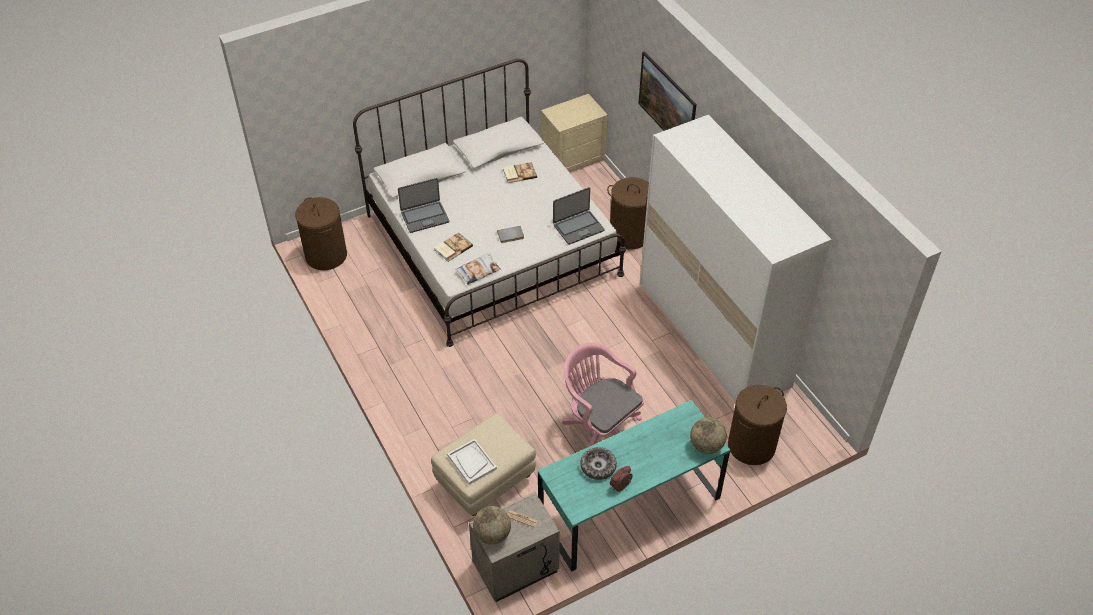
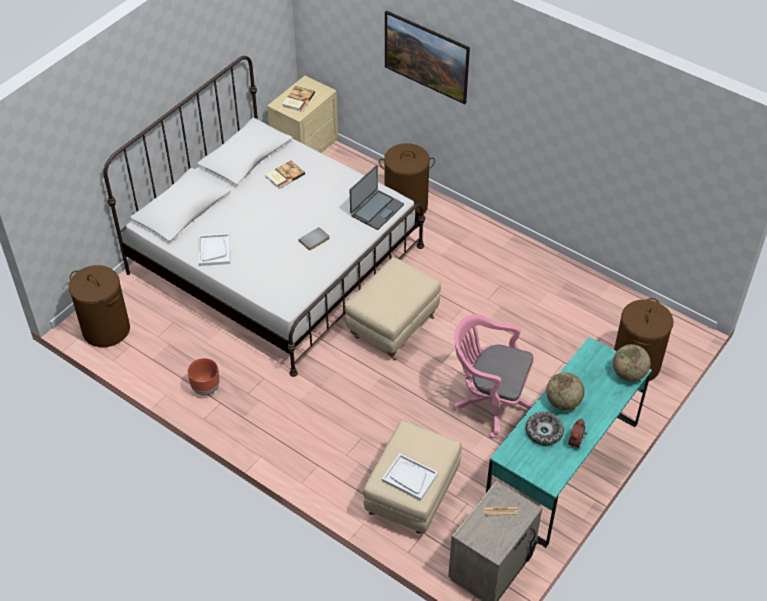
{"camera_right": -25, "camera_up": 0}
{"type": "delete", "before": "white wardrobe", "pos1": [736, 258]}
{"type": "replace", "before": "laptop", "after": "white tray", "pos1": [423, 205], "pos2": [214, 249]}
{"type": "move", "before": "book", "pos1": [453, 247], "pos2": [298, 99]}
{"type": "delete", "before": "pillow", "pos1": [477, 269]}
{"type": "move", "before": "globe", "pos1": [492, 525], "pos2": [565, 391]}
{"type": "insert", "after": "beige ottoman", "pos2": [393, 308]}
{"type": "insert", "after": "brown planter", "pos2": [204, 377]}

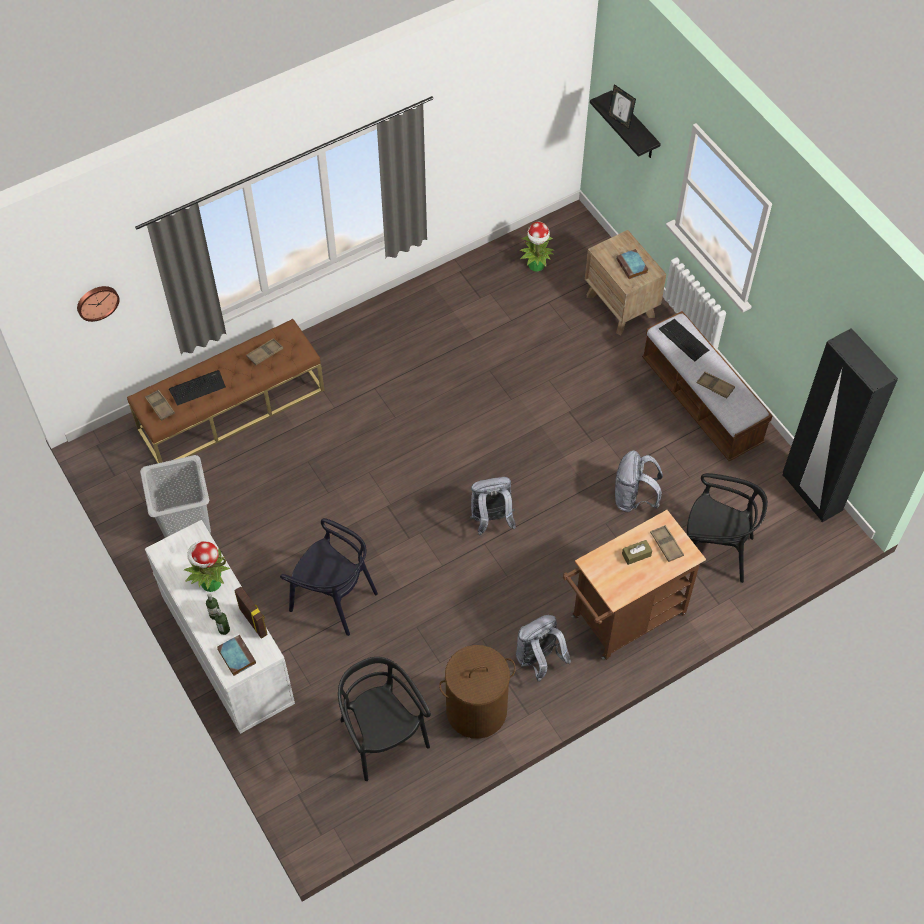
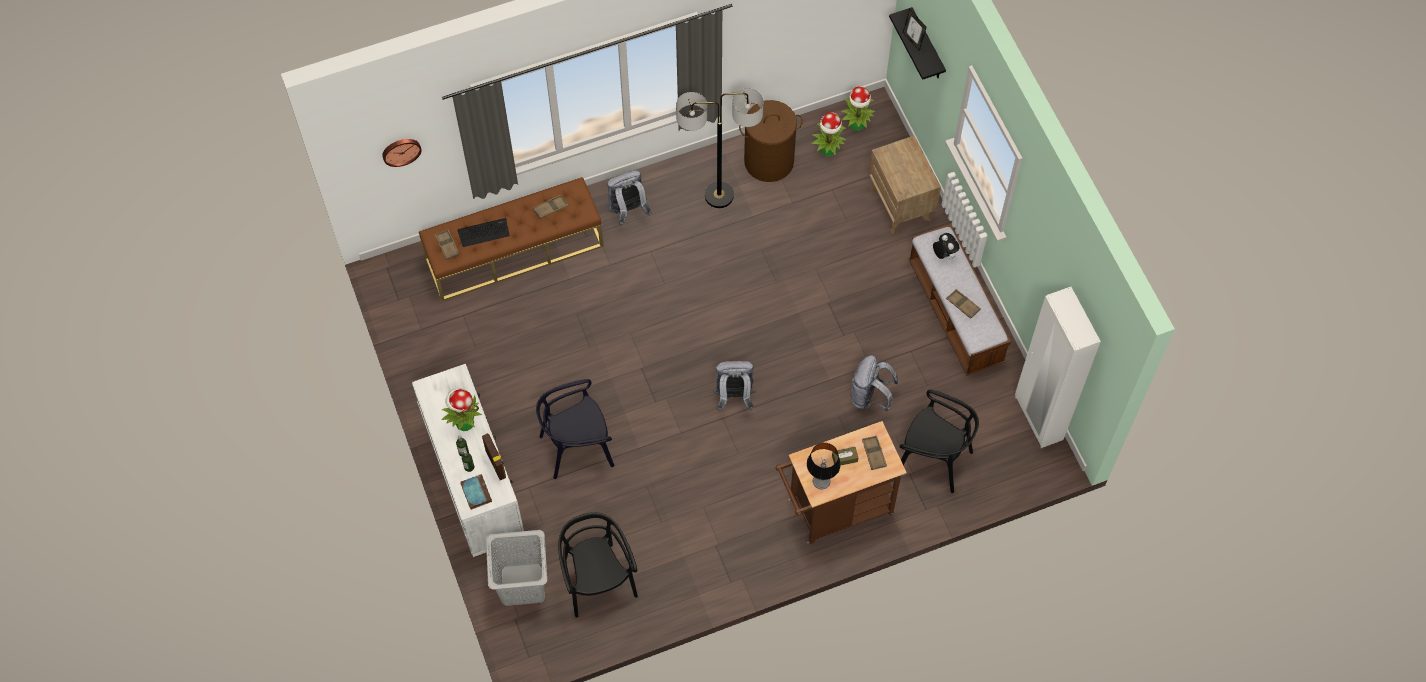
{"camera_right": 10, "camera_up": 5}
{"type": "delete", "before": "book", "pos1": [632, 264]}
{"type": "replace", "before": "keyboard", "after": "plush toy", "pos1": [683, 340], "pos2": [946, 246]}
{"type": "recolor", "before": "black wardrobe", "after": "white wardrobe", "pos1": [840, 425], "pos2": [1058, 367]}
{"type": "move", "before": "grey laundry basket", "pos1": [175, 496], "pos2": [516, 568]}
{"type": "rotate", "before": "black chair", "pos1": [329, 577], "pos2": [575, 429], "turn": 120}
{"type": "move", "before": "grey backpack", "pos1": [543, 648], "pos2": [629, 197]}
{"type": "move", "before": "brown laundry basket", "pos1": [477, 692], "pos2": [771, 141]}
{"type": "insert", "after": "potted plant", "pos2": [858, 108]}
{"type": "insert", "after": "floor lamp", "pos2": [719, 148]}
{"type": "insert", "after": "table lamp", "pos2": [824, 466]}

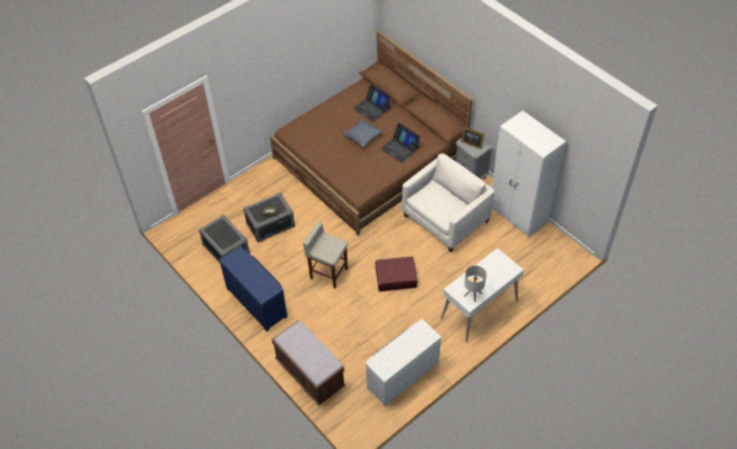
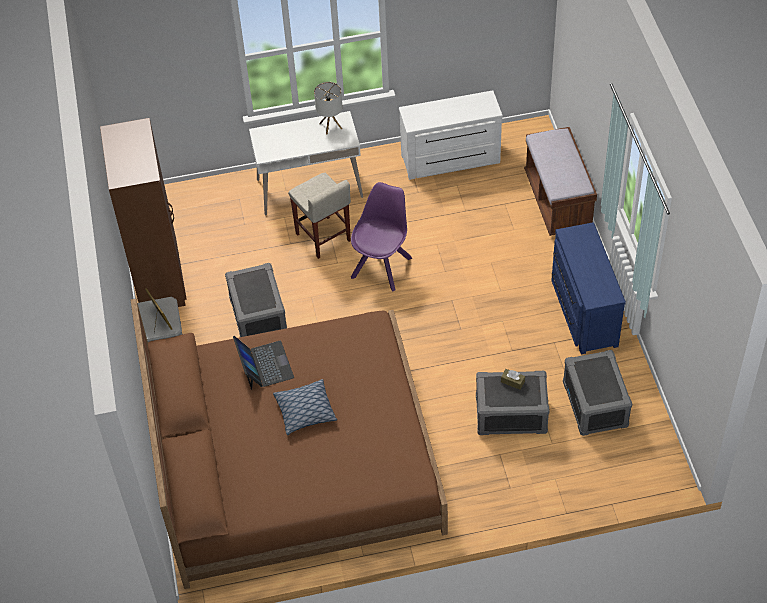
{"camera_right": -150, "camera_up": 0}
{"type": "delete", "before": "laptop", "pos1": [372, 103]}
{"type": "recolor", "before": "white wardrobe", "after": "brown wardrobe", "pos1": [529, 174], "pos2": [143, 212]}
{"type": "replace", "before": "white armchair", "after": "grey storage box", "pos1": [448, 202], "pos2": [256, 300]}
{"type": "move", "before": "beige stool", "pos1": [325, 255], "pos2": [319, 216]}
{"type": "replace", "before": "red suitcase", "after": "purple chair", "pos1": [396, 273], "pos2": [381, 237]}

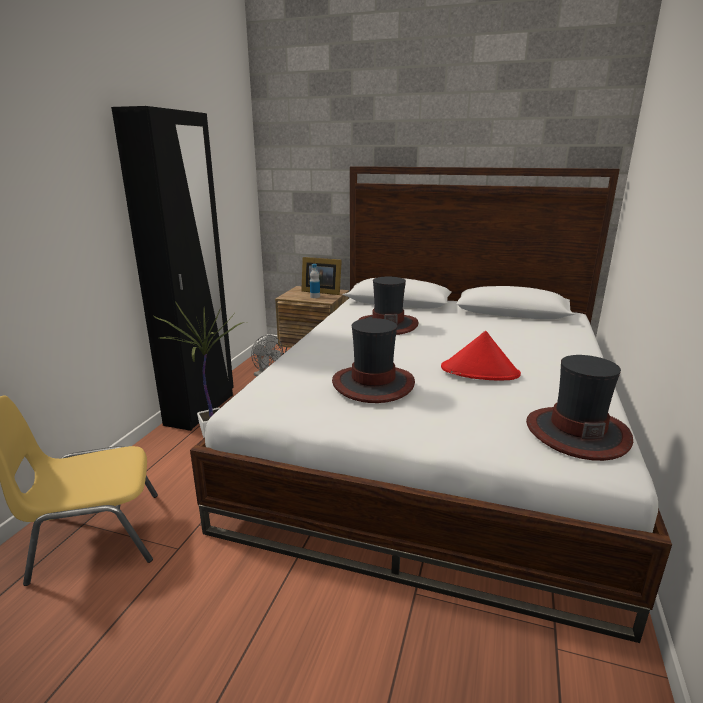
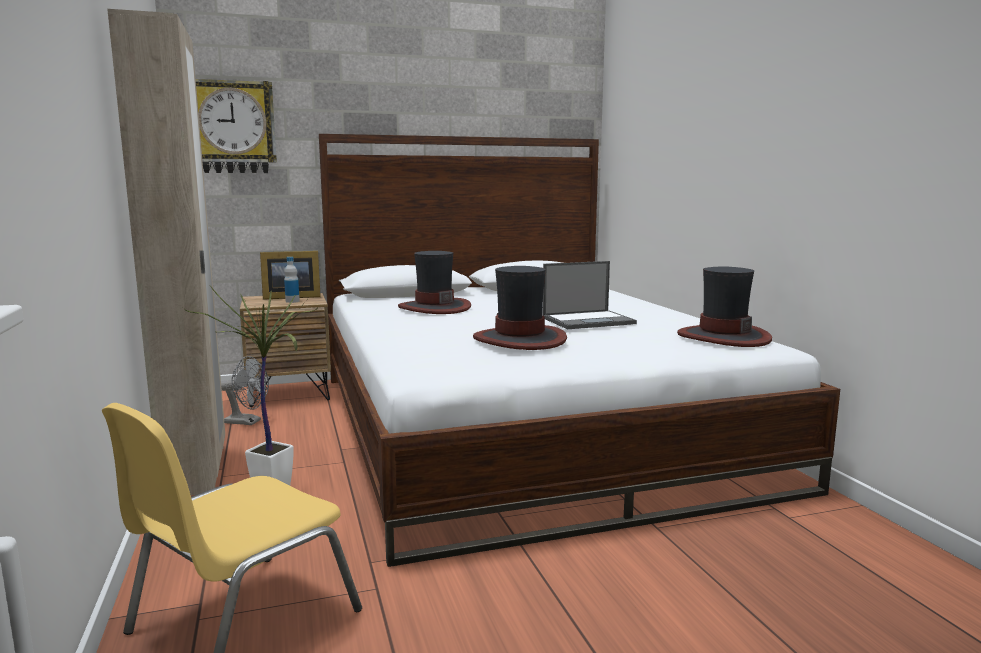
{"camera_right": -35, "camera_up": -10}
{"type": "recolor", "before": "black wardrobe", "after": "beige wardrobe", "pos1": [172, 268], "pos2": [166, 252]}
{"type": "replace", "before": "red hat", "after": "laptop", "pos1": [481, 355], "pos2": [590, 295]}
{"type": "insert", "after": "wall clock", "pos2": [236, 126]}

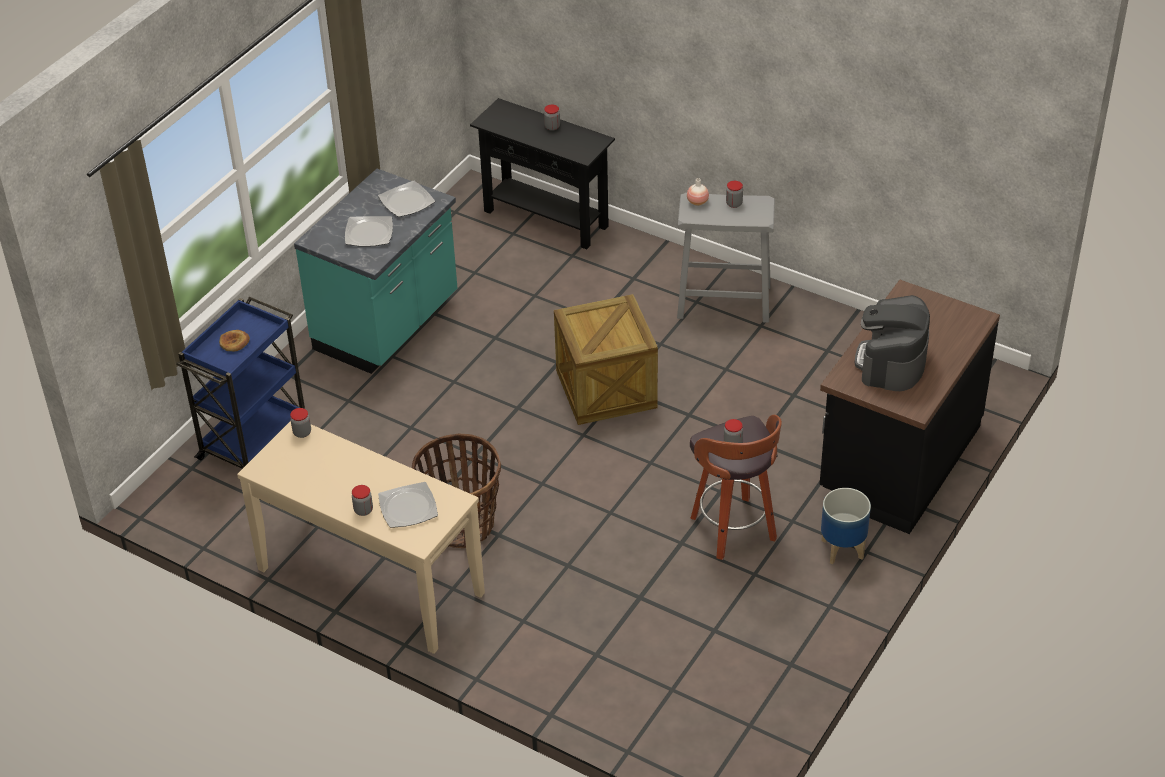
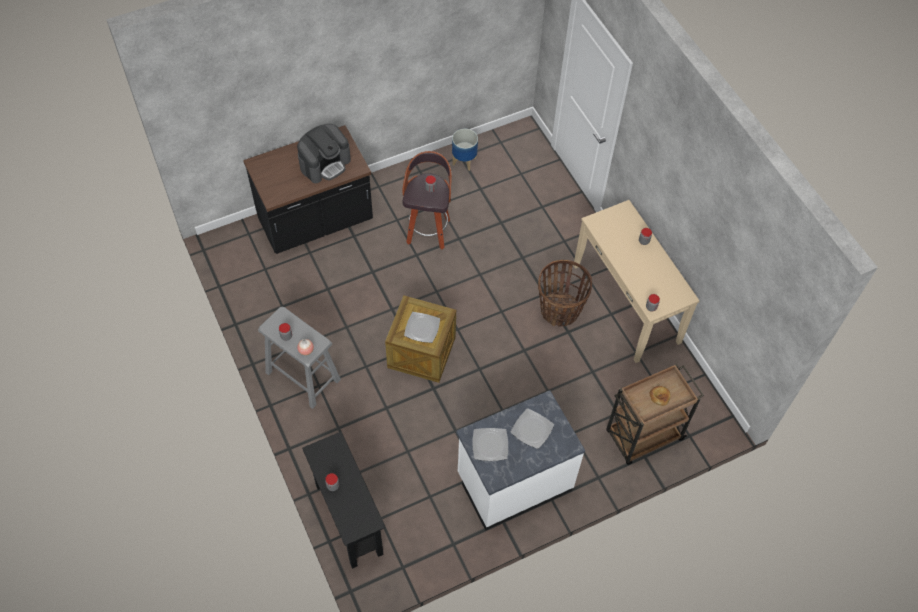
{"camera_right": -150, "camera_up": 15}
{"type": "recolor", "before": "turquoise counter", "after": "white counter", "pos1": [375, 271], "pos2": [520, 460]}
{"type": "recolor", "before": "blue cart", "after": "brown cart", "pos1": [240, 383], "pos2": [655, 414]}
{"type": "move", "before": "plate", "pos1": [408, 505], "pos2": [422, 327]}
{"type": "move", "before": "planter", "pos1": [846, 526], "pos2": [465, 150]}

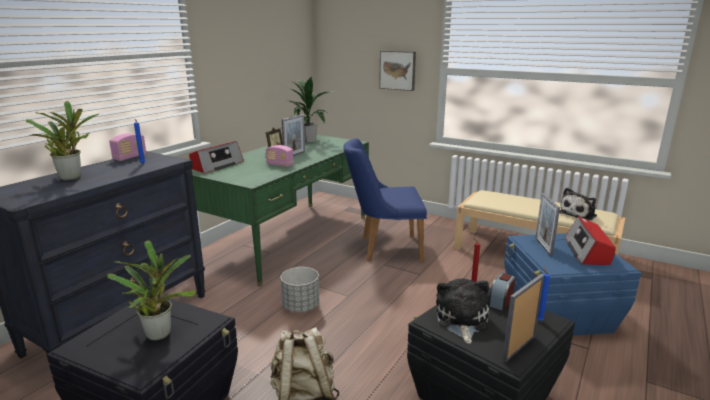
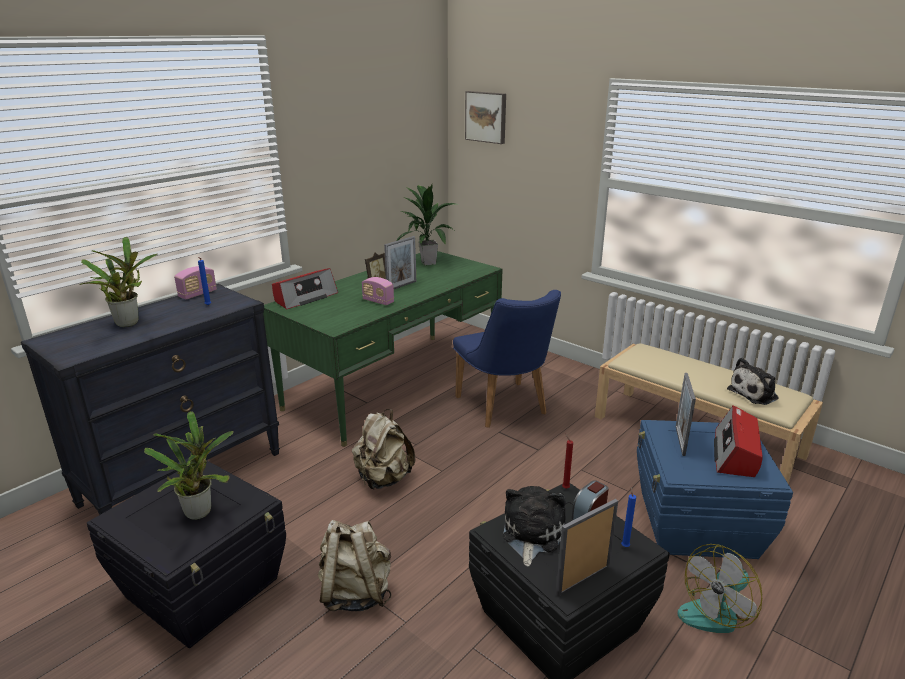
{"camera_right": 10, "camera_up": 5}
{"type": "move", "before": "picture", "pos1": [397, 71], "pos2": [485, 117]}
{"type": "rotate", "before": "blue chair", "pos1": [385, 200], "pos2": [507, 359], "turn": -120}
{"type": "replace", "before": "grey planter", "after": "beige backpack", "pos1": [299, 289], "pos2": [383, 449]}
{"type": "insert", "after": "fan", "pos2": [719, 588]}

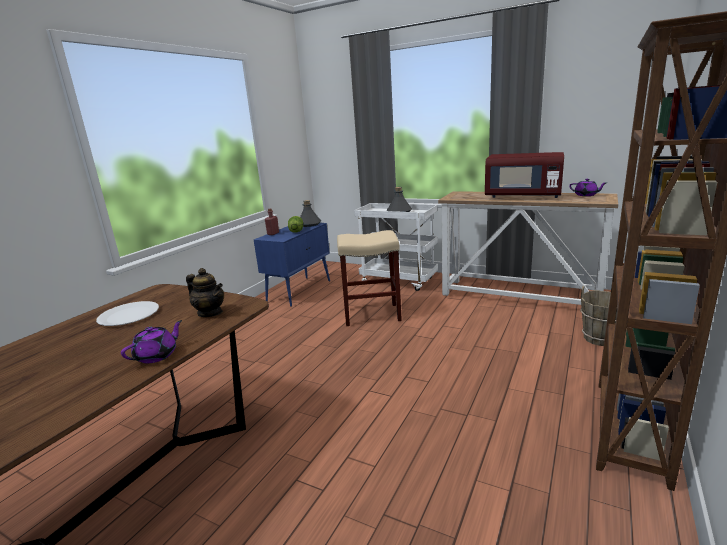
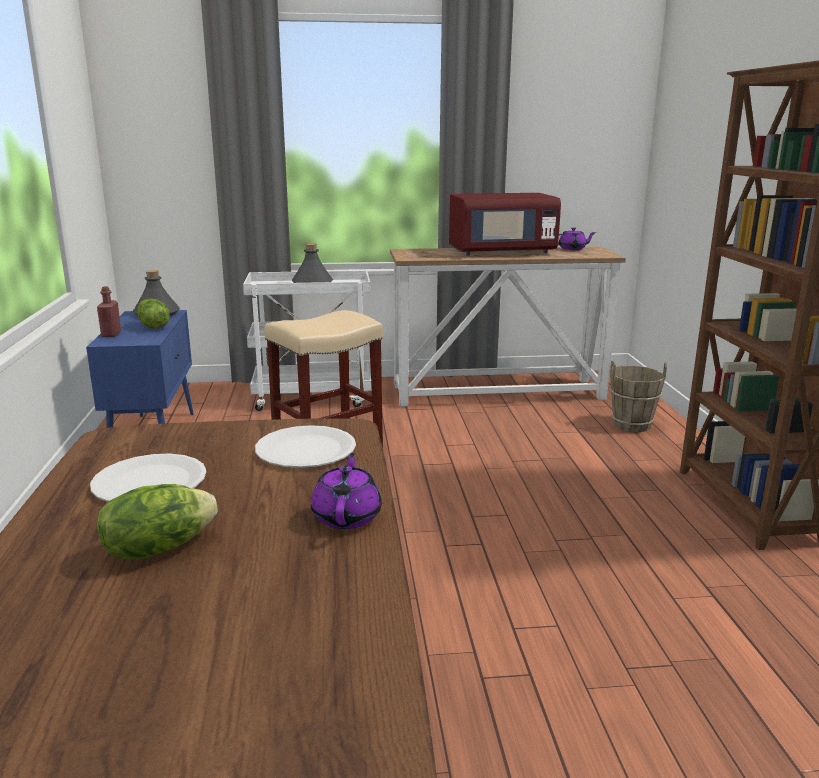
{"camera_right": -35, "camera_up": 0}
{"type": "replace", "before": "teapot", "after": "white plate", "pos1": [205, 292], "pos2": [305, 446]}
{"type": "insert", "after": "lettuce", "pos2": [157, 521]}

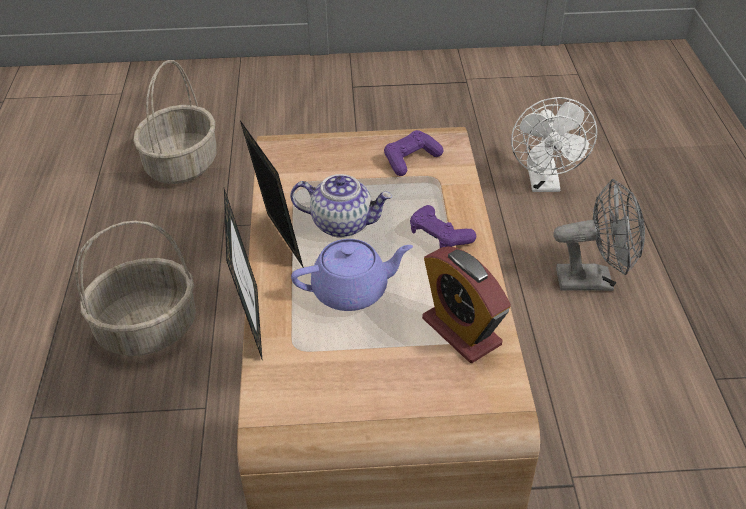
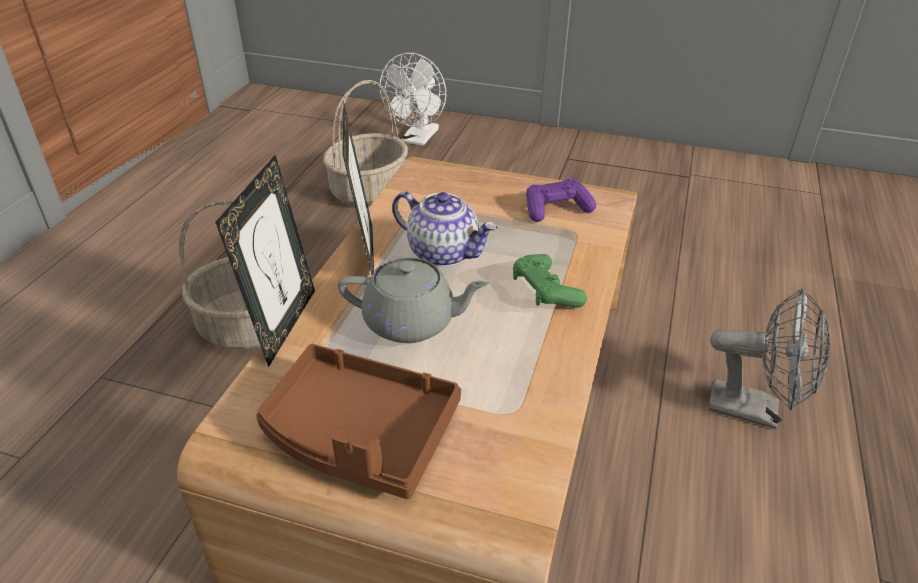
{"camera_right": 20, "camera_up": -5}
{"type": "move", "before": "white fan", "pos1": [554, 144], "pos2": [413, 99]}
{"type": "recolor", "before": "purple game controller", "after": "green game controller", "pos1": [443, 226], "pos2": [550, 281]}
{"type": "recolor", "before": "purple teapot", "after": "grey teapot", "pos1": [352, 275], "pos2": [413, 300]}
{"type": "delete", "before": "alarm clock", "pos1": [466, 304]}
{"type": "insert", "after": "brown tray", "pos2": [358, 421]}

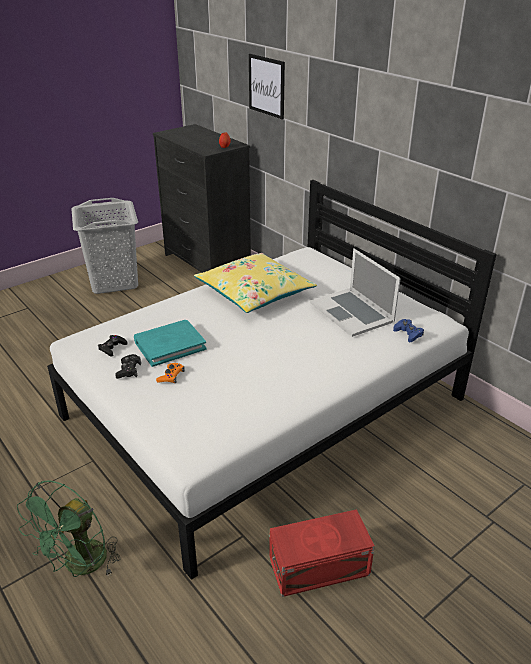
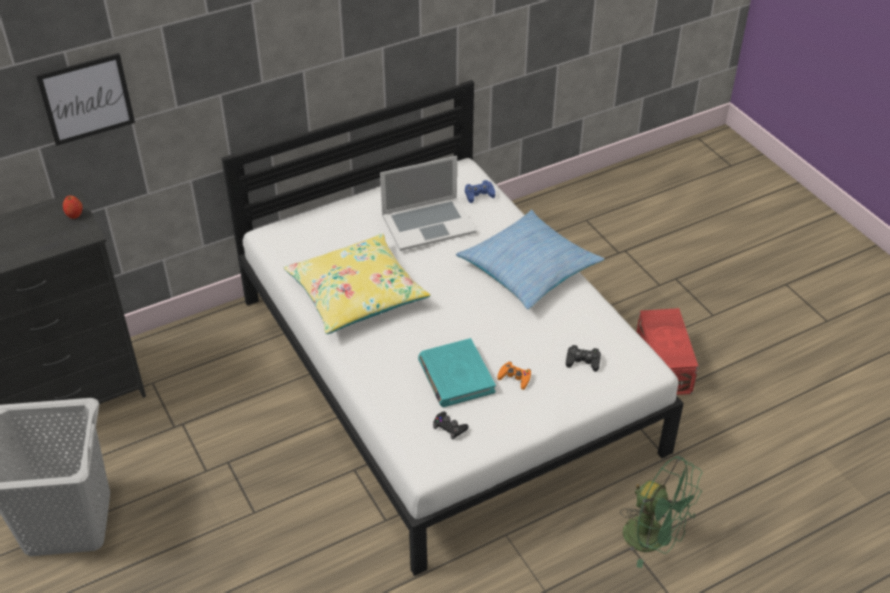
{"camera_right": -80, "camera_up": 10}
{"type": "move", "before": "black game controller", "pos1": [128, 366], "pos2": [583, 358]}
{"type": "insert", "after": "pillow", "pos2": [530, 259]}

